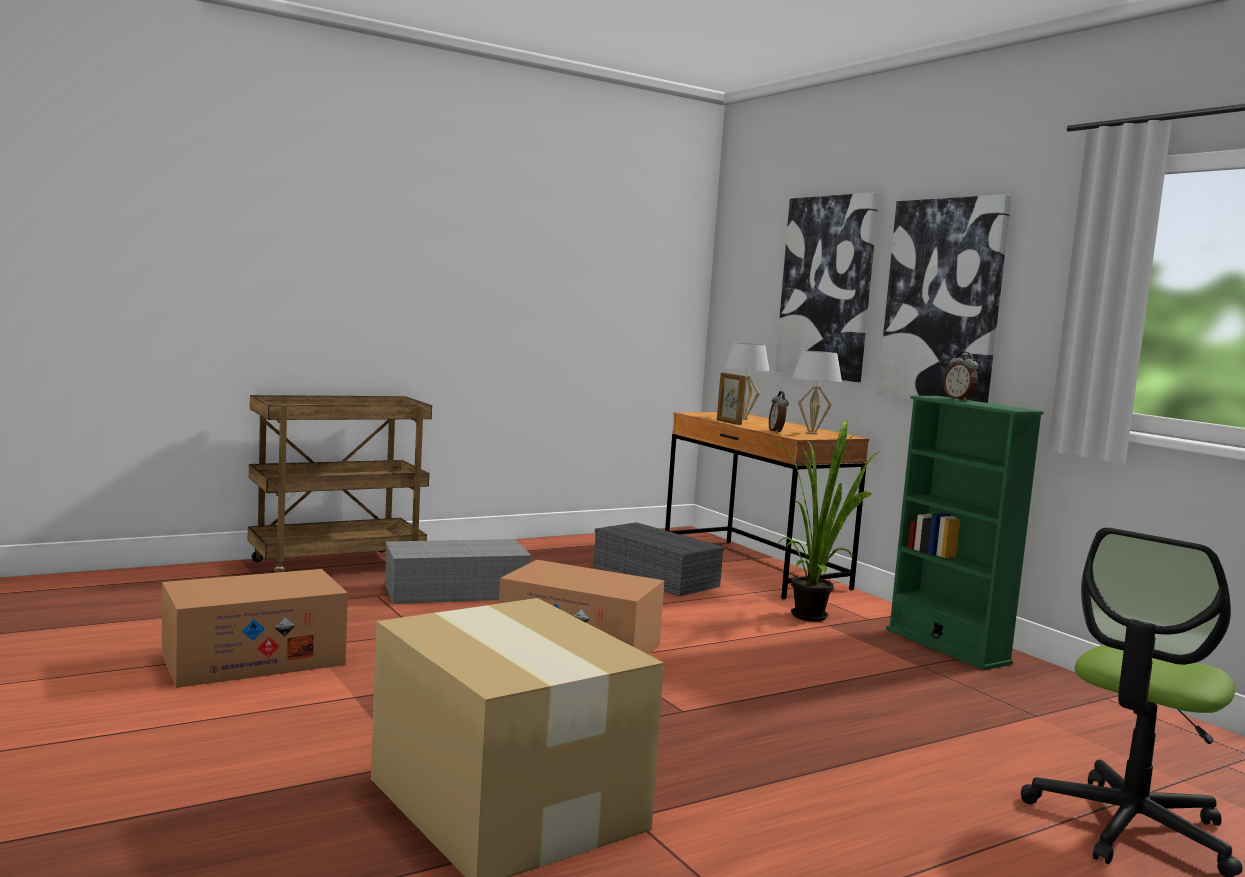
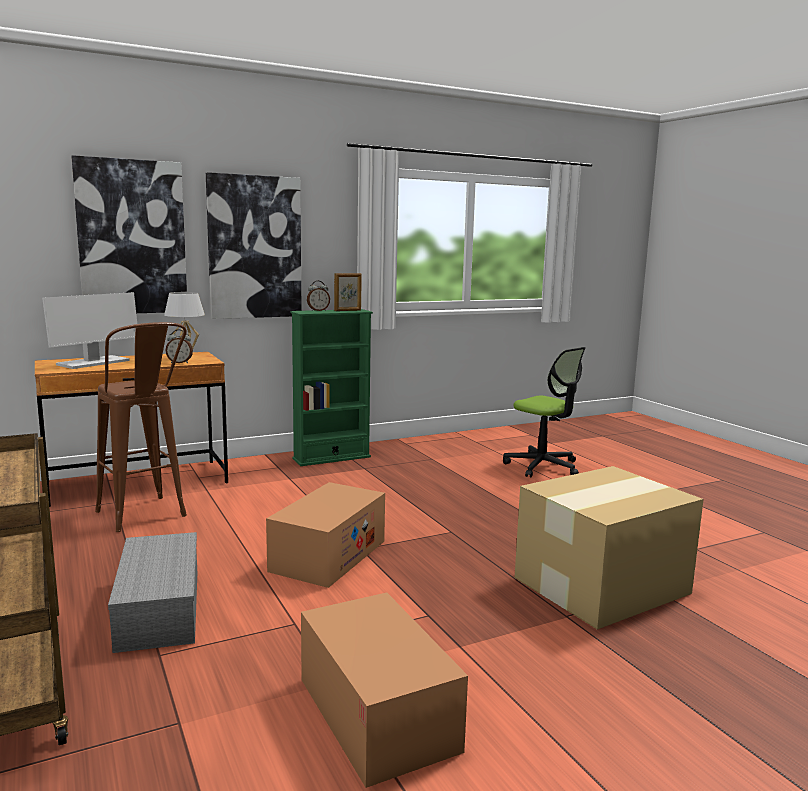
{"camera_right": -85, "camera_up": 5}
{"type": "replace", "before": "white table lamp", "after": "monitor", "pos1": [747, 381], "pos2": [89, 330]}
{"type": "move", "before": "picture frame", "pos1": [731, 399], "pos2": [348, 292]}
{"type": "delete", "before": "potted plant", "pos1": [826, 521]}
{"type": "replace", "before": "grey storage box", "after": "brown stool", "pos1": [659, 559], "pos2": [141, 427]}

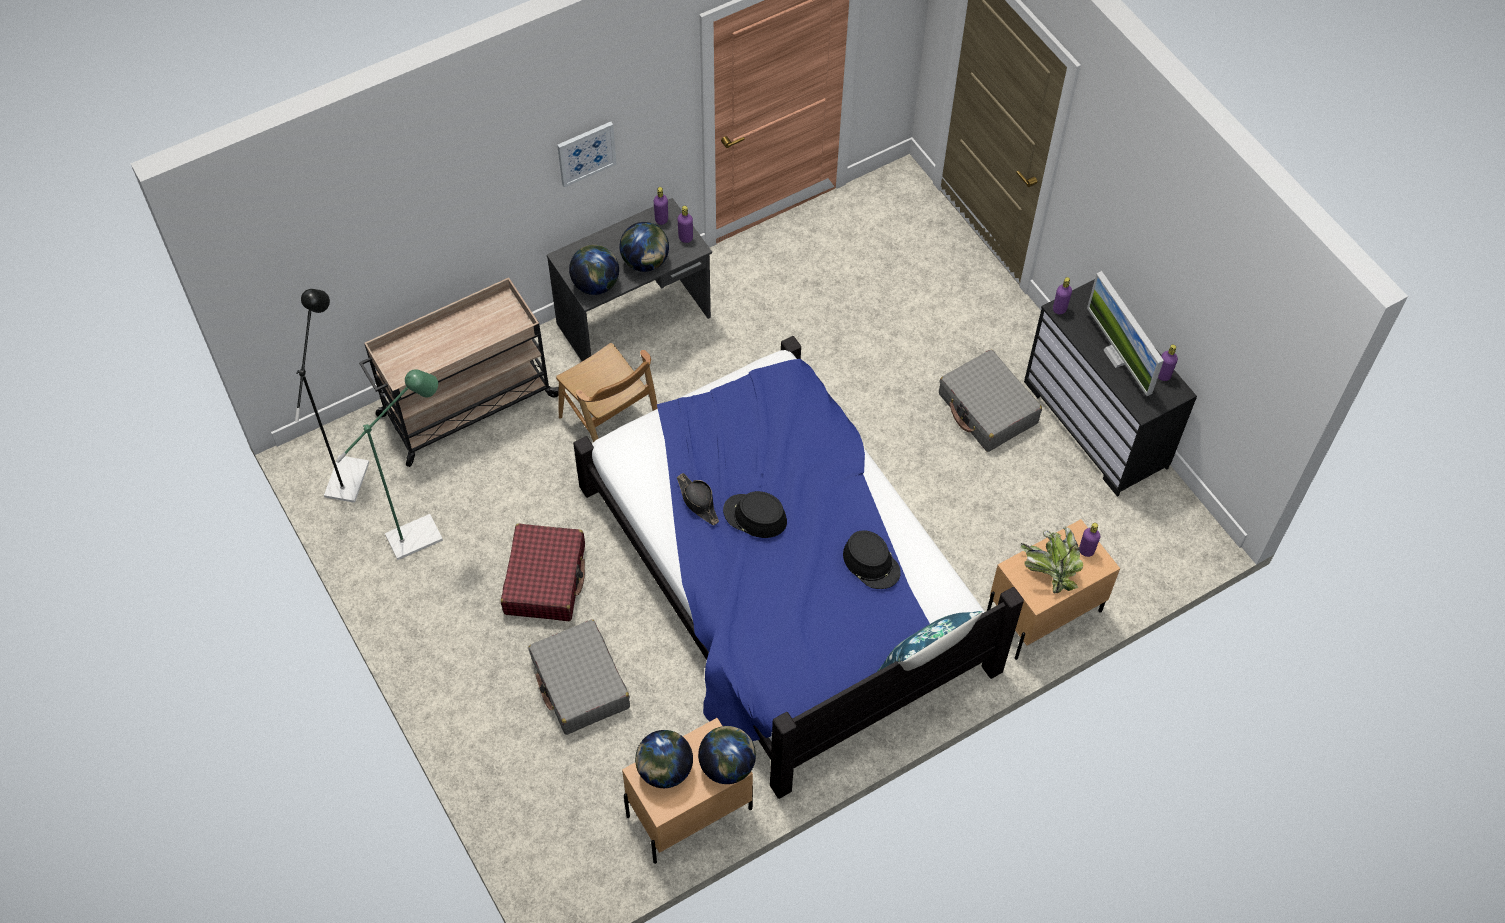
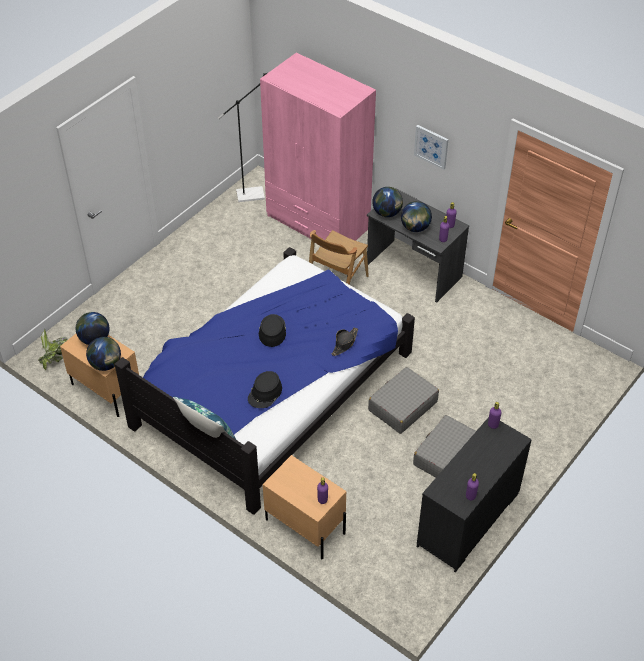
{"camera_right": 70, "camera_up": -10}
{"type": "delete", "before": "monitor", "pos1": [1125, 333]}
{"type": "replace", "before": "beige cart", "after": "pink wardrobe", "pos1": [459, 372], "pos2": [318, 147]}
{"type": "delete", "before": "green floor lamp", "pos1": [389, 464]}
{"type": "move", "before": "black hat", "pos1": [698, 499], "pos2": [345, 341]}
{"type": "delete", "before": "red suitcase", "pos1": [543, 572]}
{"type": "move", "before": "potted plant", "pos1": [1052, 559], "pos2": [53, 349]}
{"type": "move", "before": "grey suitcase", "pos1": [579, 677], "pos2": [403, 400]}

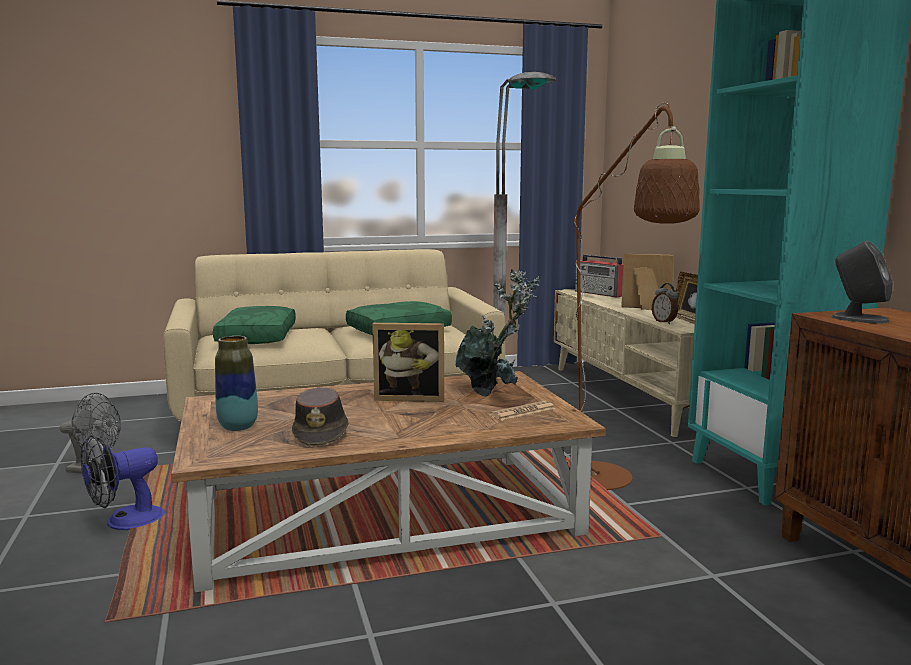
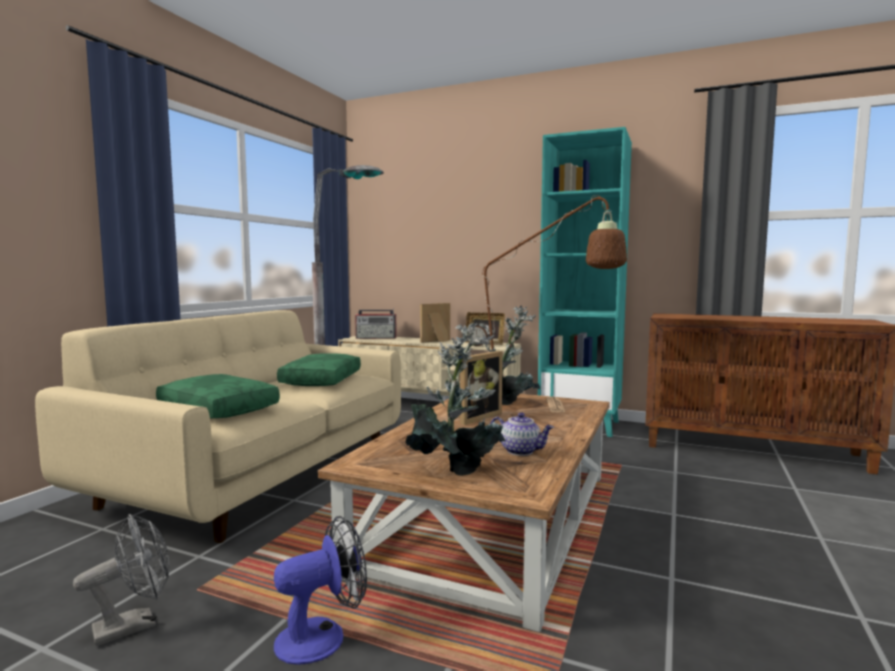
{"camera_right": -50, "camera_up": -5}
{"type": "delete", "before": "grey speaker", "pos1": [862, 282]}
{"type": "replace", "before": "vase", "after": "potted plant", "pos1": [236, 383], "pos2": [456, 399]}
{"type": "replace", "before": "brown hat", "after": "teapot", "pos1": [320, 416], "pos2": [522, 434]}
{"type": "rotate", "before": "fan", "pos1": [123, 482], "pos2": [320, 590], "turn": -120}

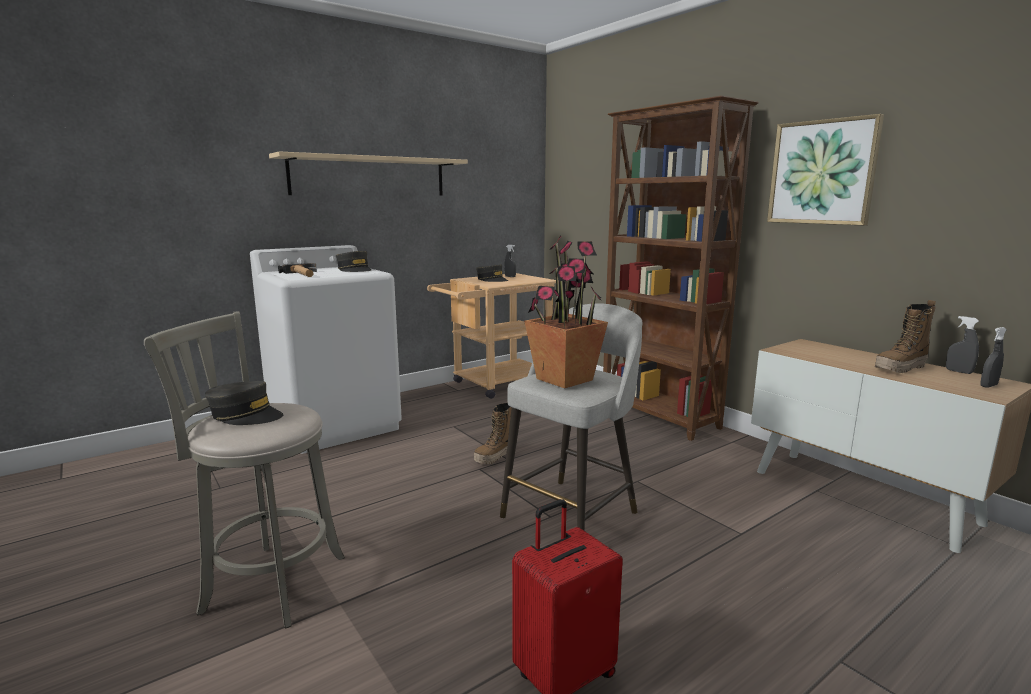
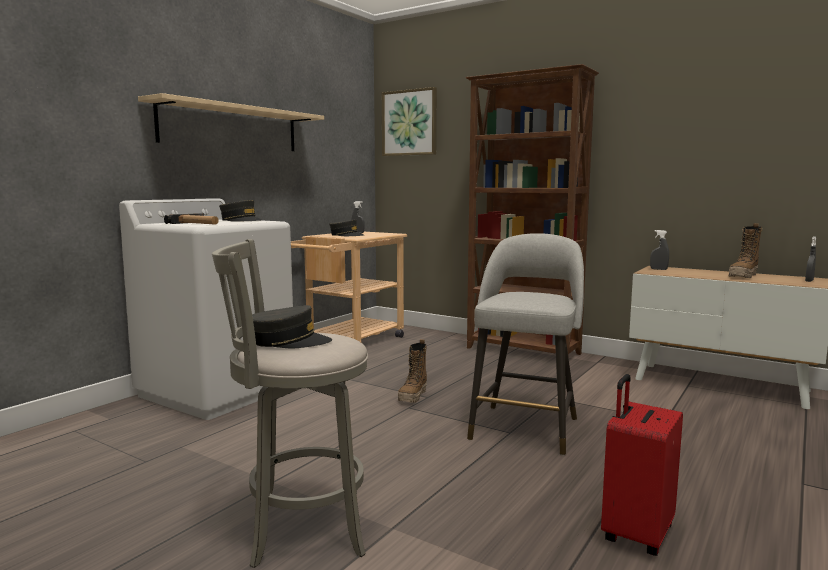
{"camera_right": -20, "camera_up": -5}
{"type": "move", "before": "picture", "pos1": [825, 169], "pos2": [409, 121]}
{"type": "delete", "before": "potted plant", "pos1": [566, 312]}
{"type": "move", "before": "grey spray bottle", "pos1": [962, 345], "pos2": [659, 250]}

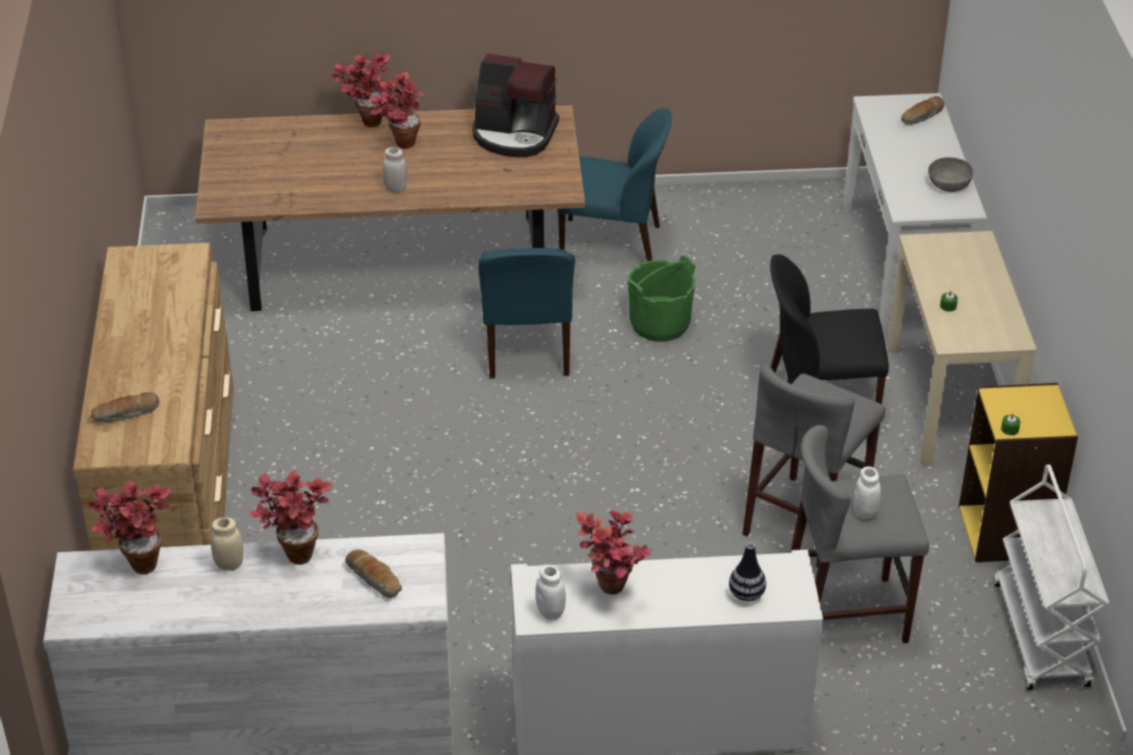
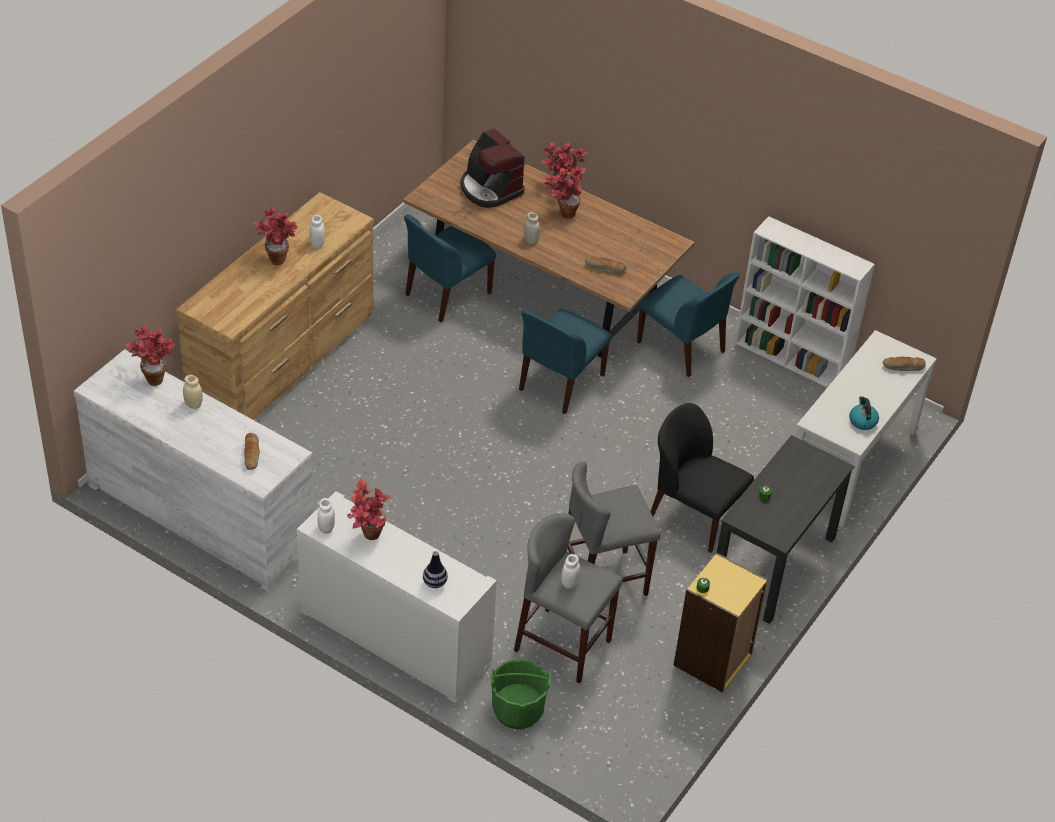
{"camera_right": 35, "camera_up": 5}
{"type": "move", "before": "coffee machine", "pos1": [515, 105], "pos2": [493, 168]}
{"type": "replace", "before": "grey bowl", "after": "kettle", "pos1": [950, 174], "pos2": [864, 413]}
{"type": "recolor", "before": "beige desk", "after": "black desk", "pos1": [962, 349], "pos2": [785, 529]}
{"type": "move", "before": "green bucket", "pos1": [662, 298], "pos2": [521, 694]}
{"type": "move", "before": "bread", "pos1": [125, 407], "pos2": [606, 265]}
{"type": "delete", "before": "white cart", "pos1": [1051, 577]}
{"type": "move", "before": "potted plant", "pos1": [291, 517], "pos2": [276, 236]}
{"type": "insert", "after": "blue chair", "pos2": [450, 268]}
{"type": "insert", "after": "white jar", "pos2": [317, 231]}
{"type": "insert", "after": "white bookcase", "pos2": [804, 301]}

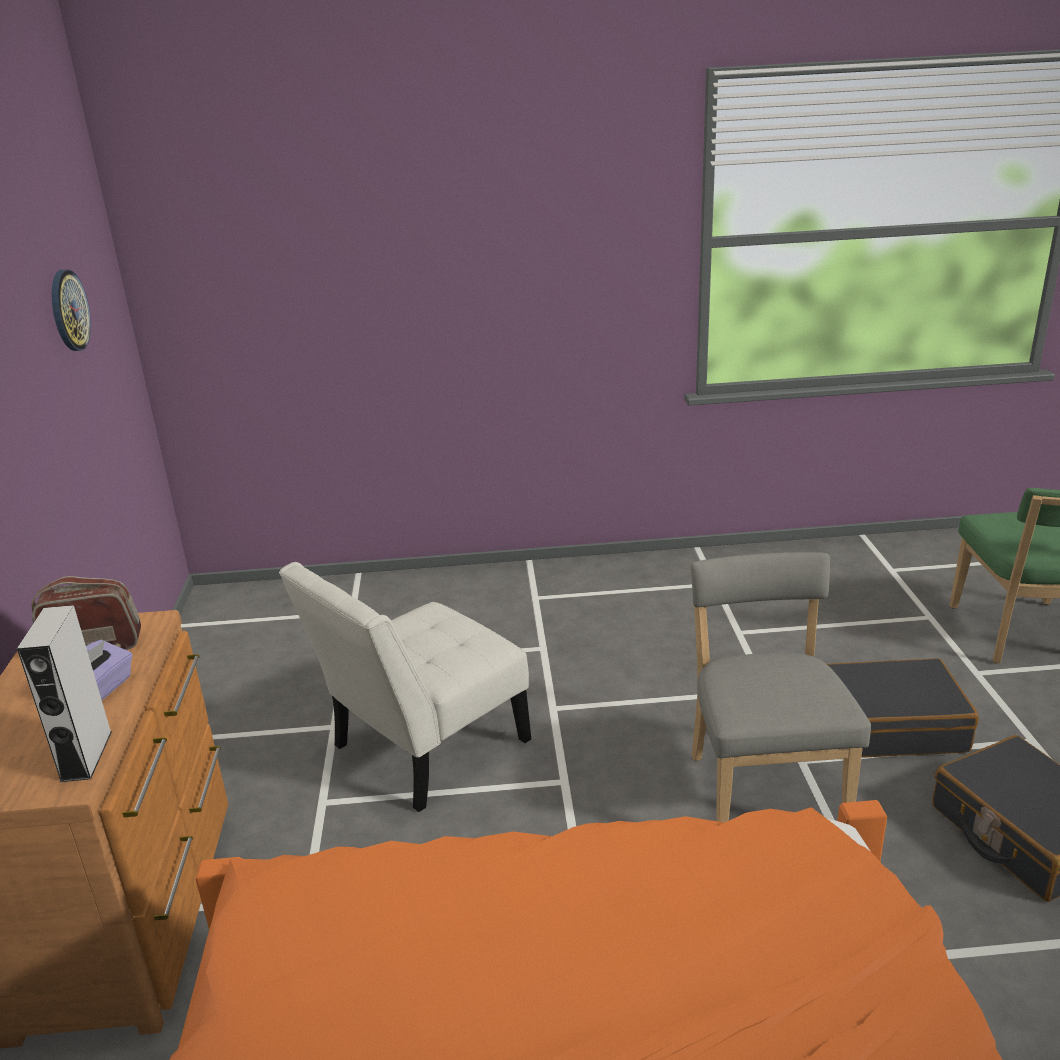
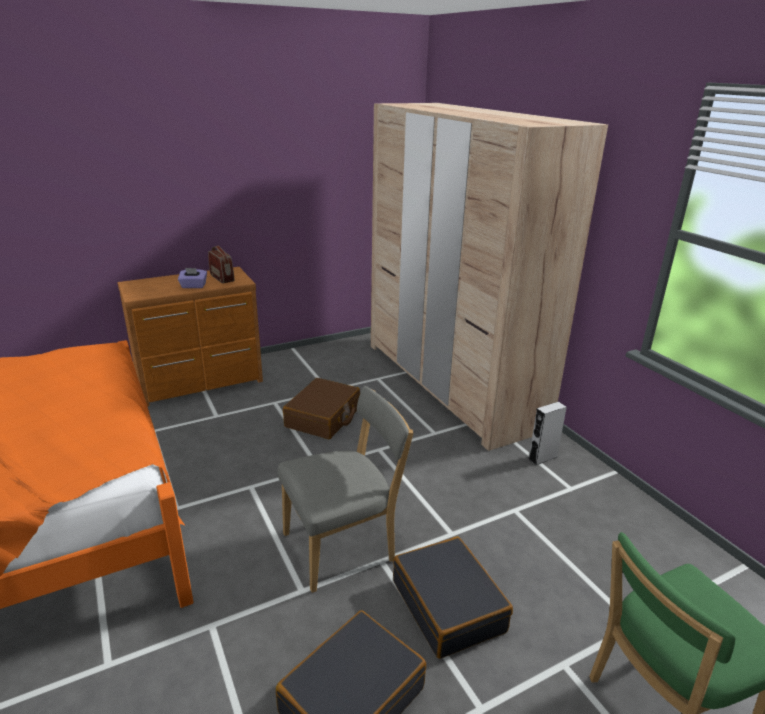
{"camera_right": 65, "camera_up": 0}
{"type": "delete", "before": "wall clock", "pos1": [71, 310]}
{"type": "replace", "before": "white chair", "after": "brown suitcase", "pos1": [405, 687], "pos2": [321, 408]}
{"type": "move", "before": "grey speaker", "pos1": [64, 693], "pos2": [547, 433]}
{"type": "insert", "after": "beige wardrobe", "pos2": [489, 277]}

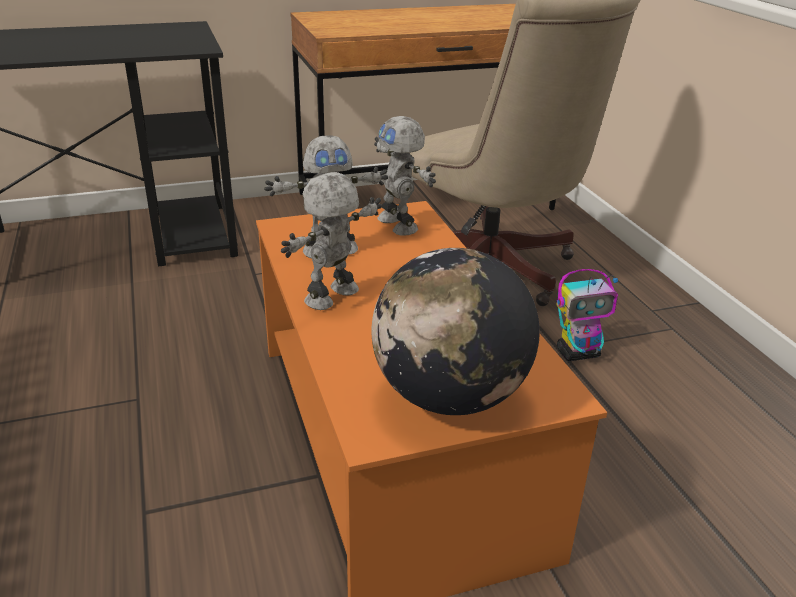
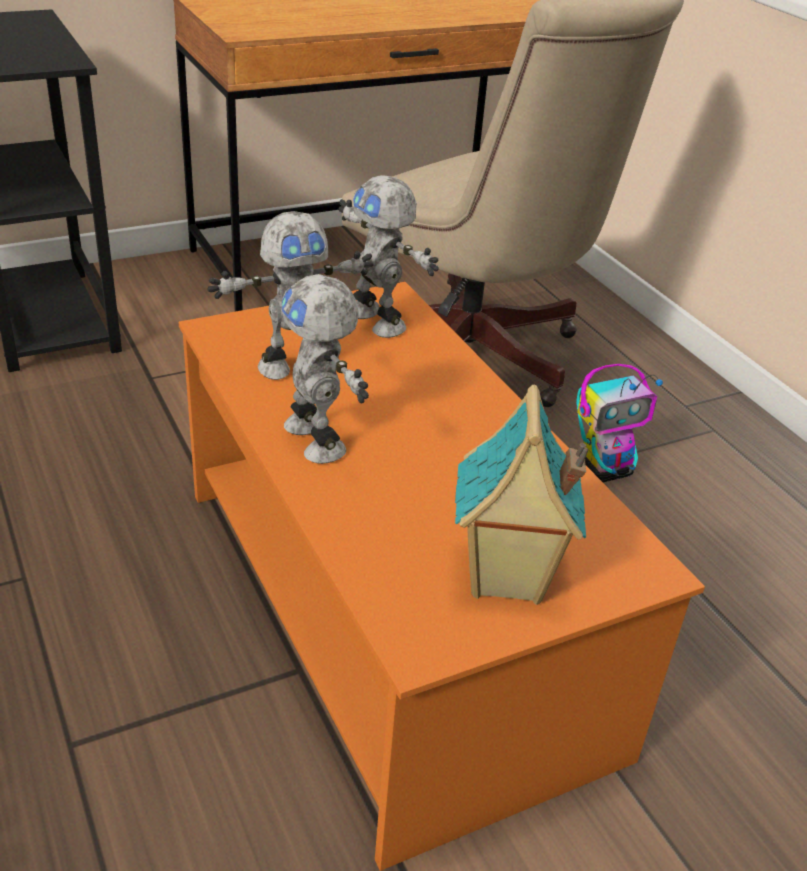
{"camera_right": -10, "camera_up": 5}
{"type": "rotate", "before": "toy robot", "pos1": [331, 241], "pos2": [325, 369], "turn": -60}
{"type": "replace", "before": "globe", "after": "toy house", "pos1": [455, 331], "pos2": [521, 495]}

